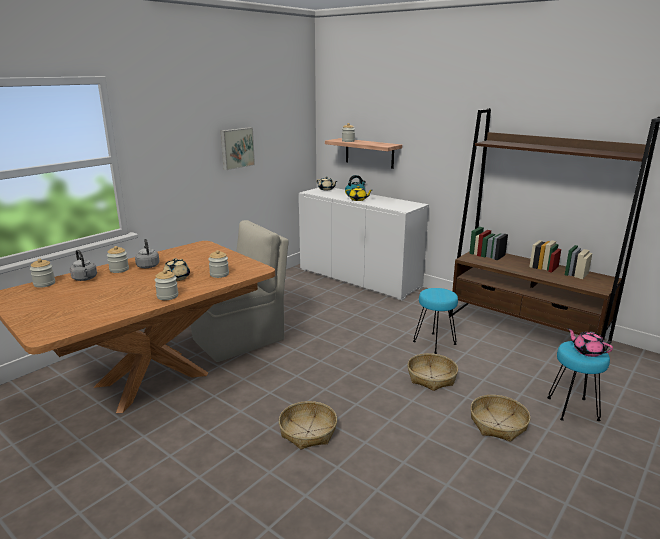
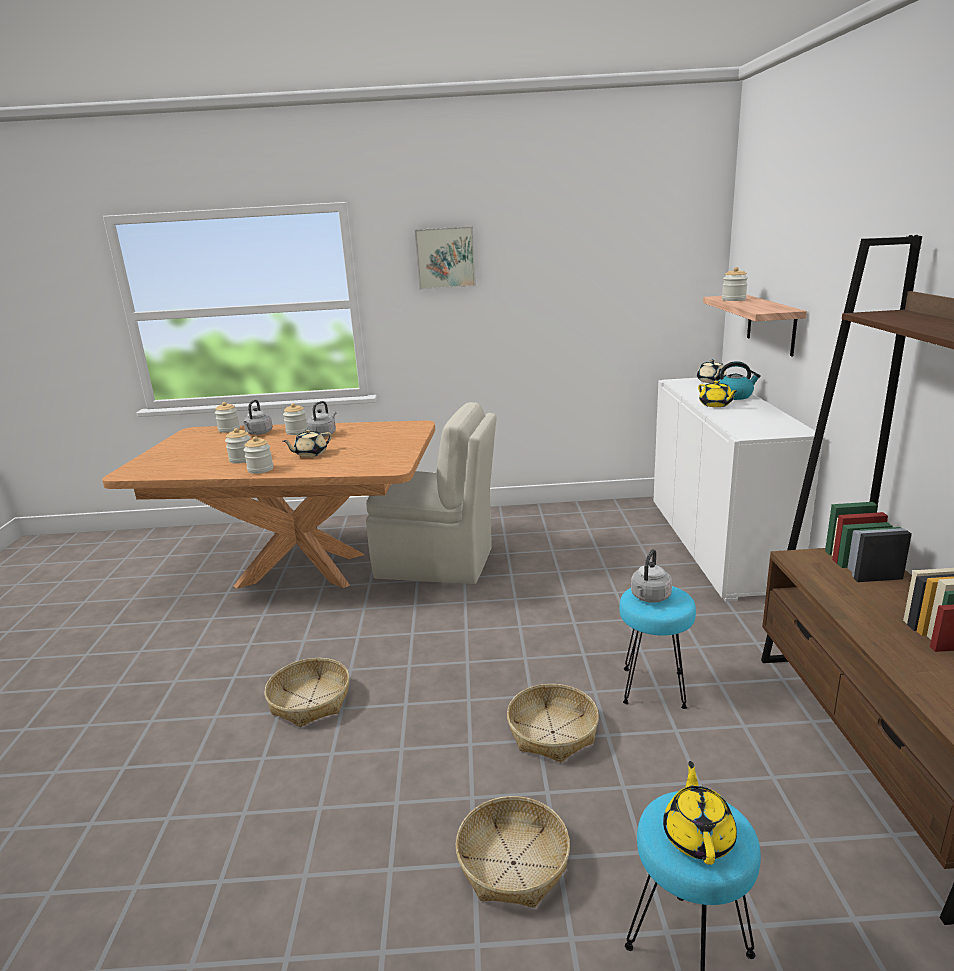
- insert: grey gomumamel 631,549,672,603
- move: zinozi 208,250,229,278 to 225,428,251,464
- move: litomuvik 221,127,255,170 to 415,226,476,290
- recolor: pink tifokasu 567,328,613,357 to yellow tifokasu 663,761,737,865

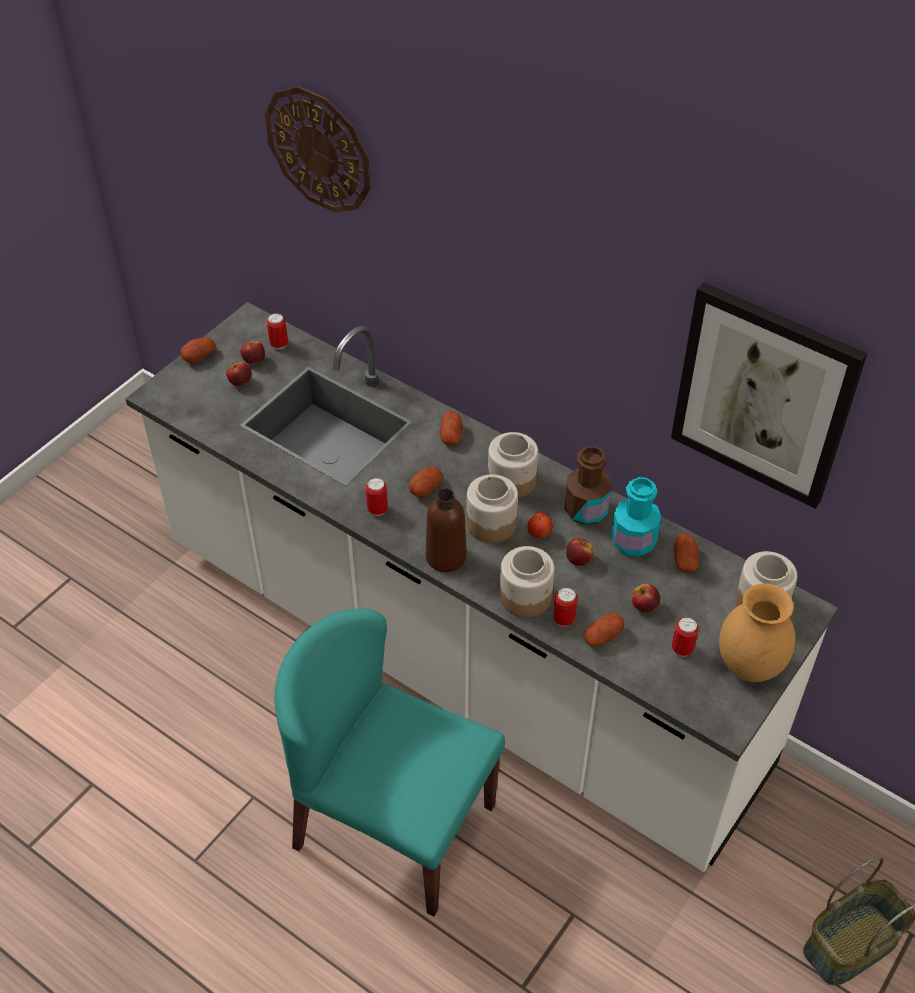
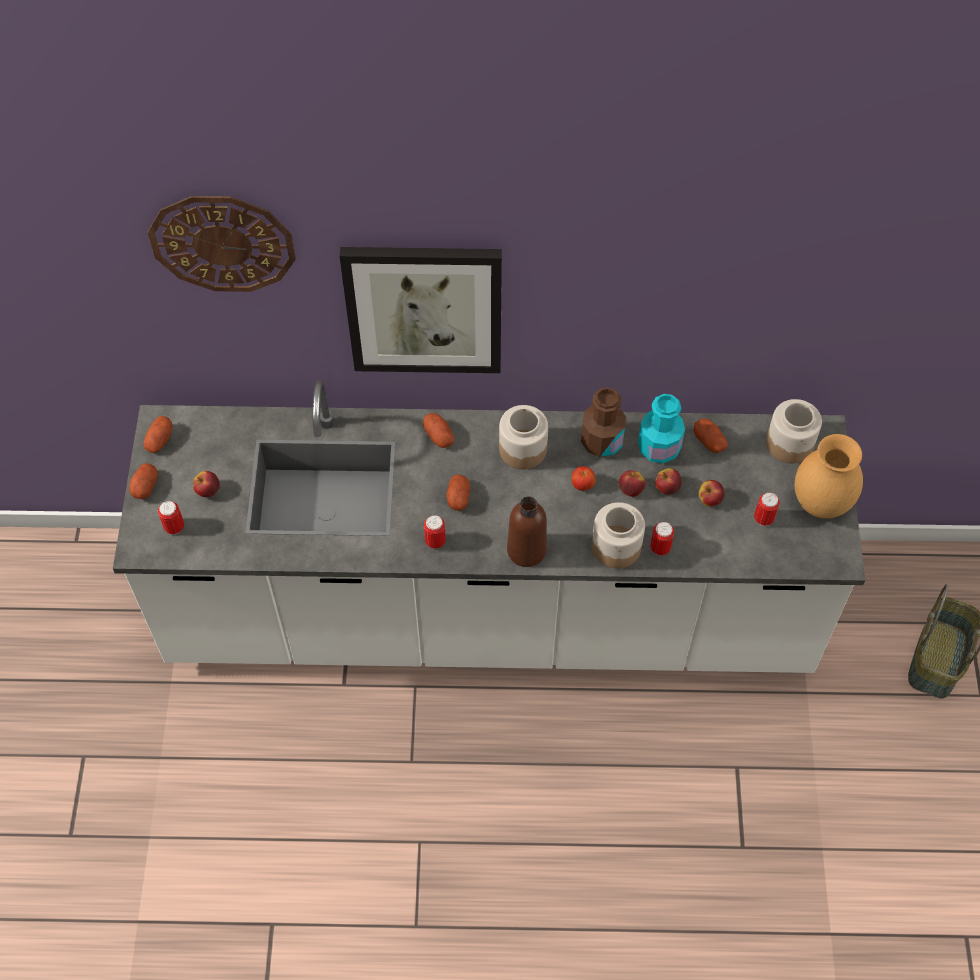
- delete: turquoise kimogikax 274,609,505,916
- delete: zinozi 467,474,518,543
- move: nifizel 240,340,265,364 to 655,468,682,495
- move: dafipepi 267,313,288,349 to 158,501,184,534
- move: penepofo 583,612,624,646 to 143,416,172,453
- move: litomuvik 671,282,868,509 to 340,247,502,373

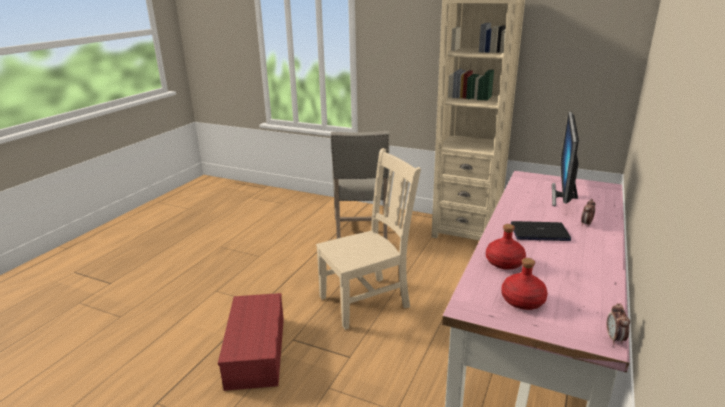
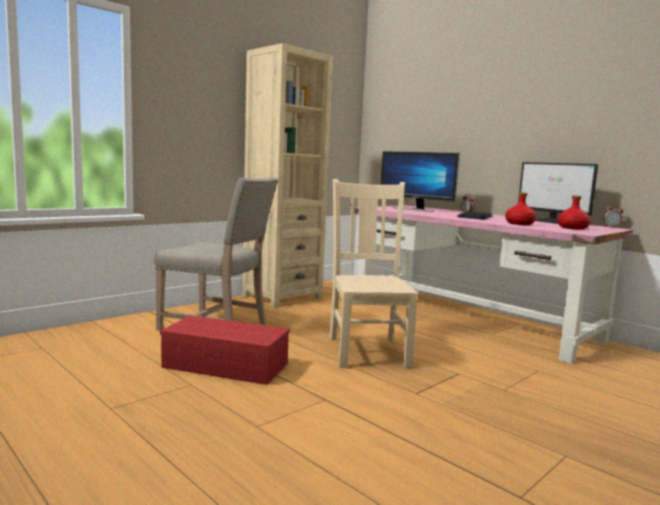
- insert: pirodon 518,162,598,224
- move: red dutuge 218,293,284,391 to 160,315,290,385

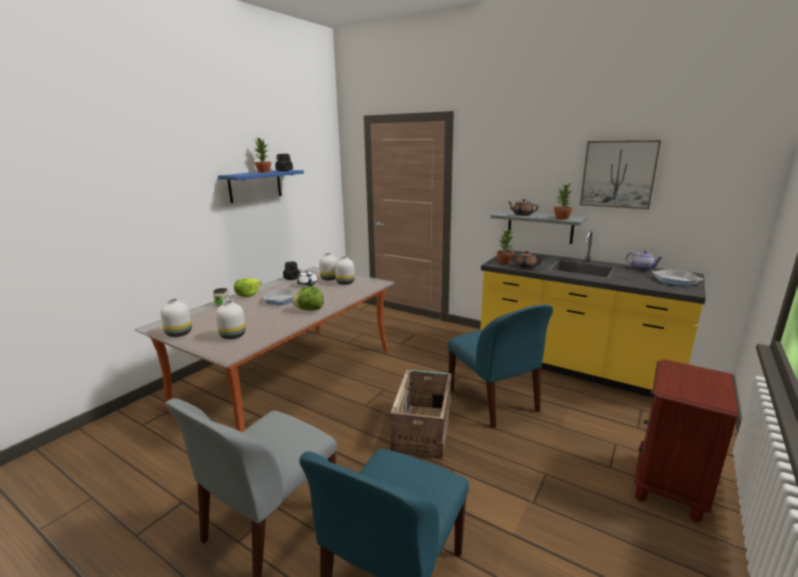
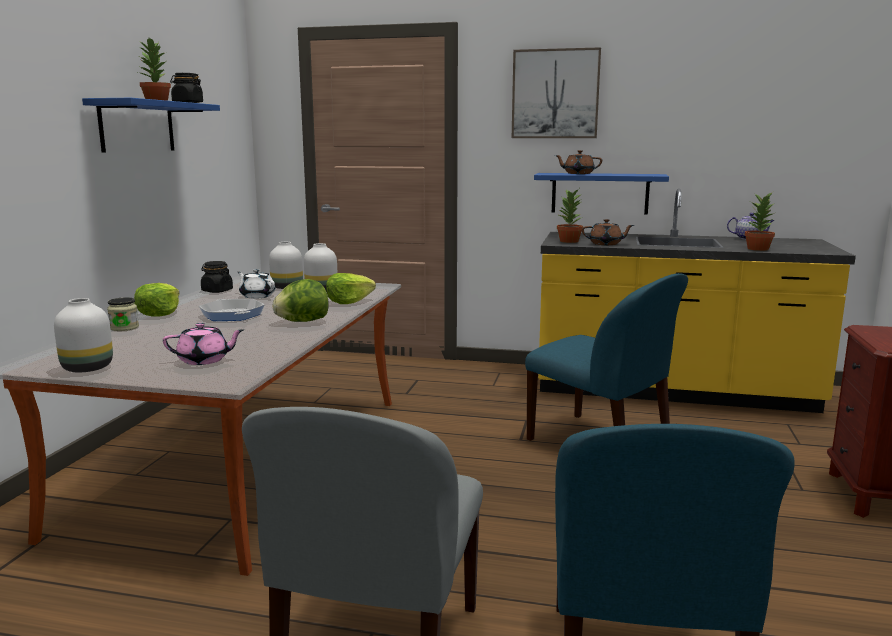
- delete: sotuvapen 390,369,451,459
- delete: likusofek 652,269,703,286
- insert: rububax 326,273,376,304
- move: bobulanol 554,183,573,220 to 745,192,775,251
- move: litomuvik 580,140,661,209 to 512,47,601,138
- replace: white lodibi 216,300,246,339 to pink tifokasu 163,323,244,365
- recolor: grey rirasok 490,211,586,244 to blue rirasok 534,173,669,215

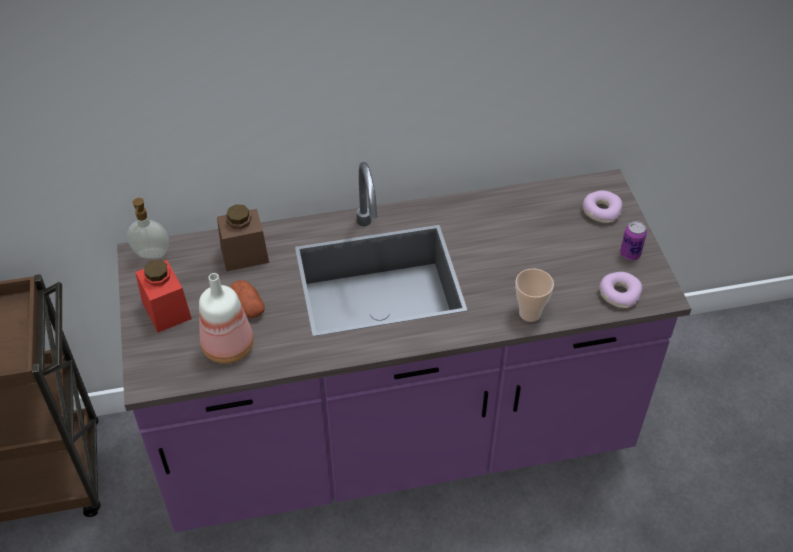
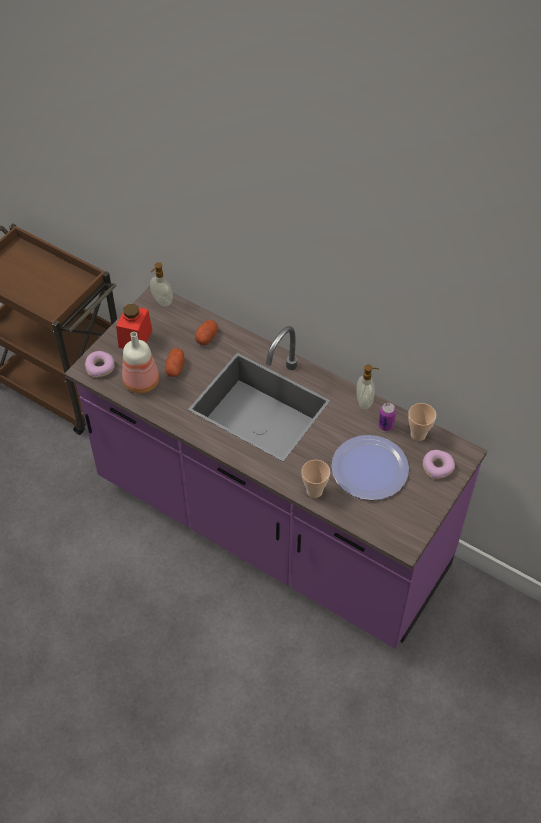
- insert: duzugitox 331,435,409,500
- insert: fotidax 356,364,379,410
- insert: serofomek 408,403,436,441
- move: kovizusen 599,272,642,308 to 85,351,114,377
- move: dafipepi 620,221,647,261 to 378,402,396,431
- replace: brown zinozi 217,204,269,272 to penepofo 195,320,218,345

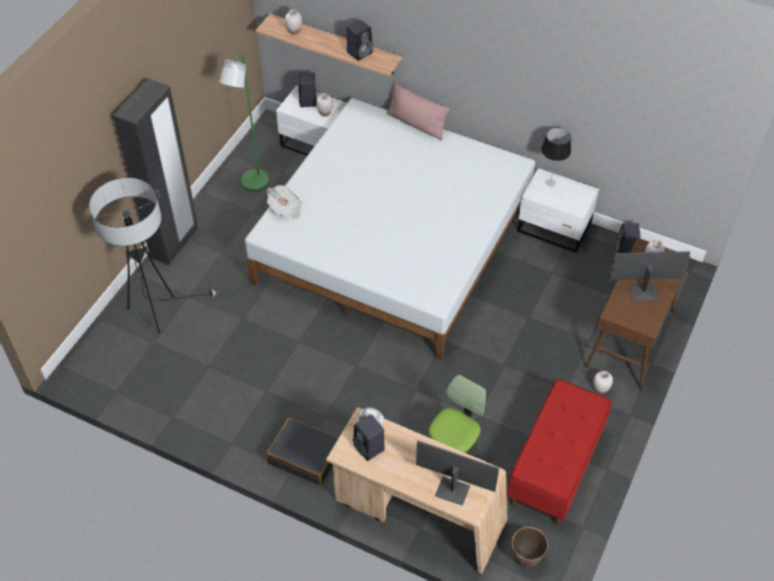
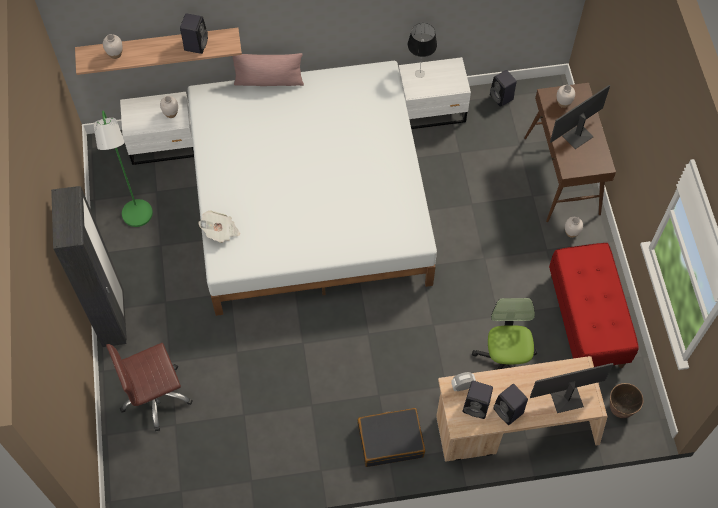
- move: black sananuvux 298,72,317,107 to 493,384,528,425
- replace: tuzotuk 89,177,219,334 to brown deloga 106,343,193,431

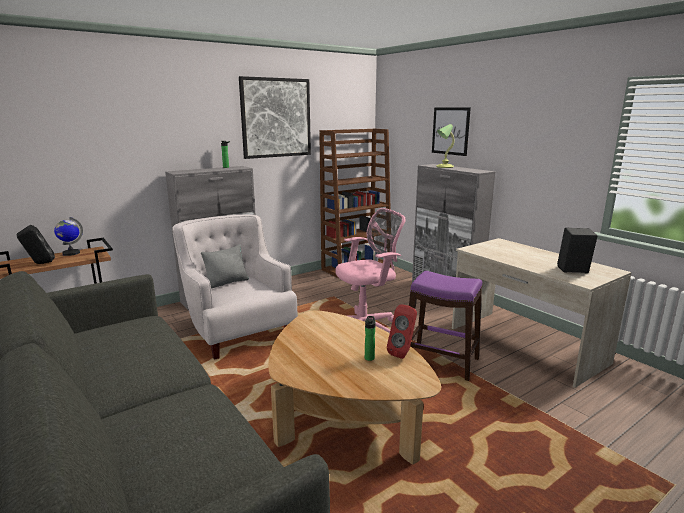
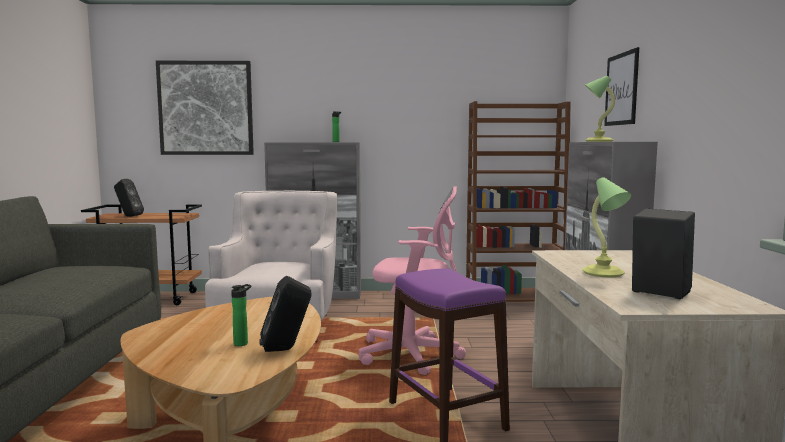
- delete: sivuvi 54,217,83,256
- delete: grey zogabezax 201,244,249,289
- insert: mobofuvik 582,177,631,277
- move: litomuvik 239,76,311,159 to 156,61,254,155
- recolor: red sananuvux 387,304,417,359 to black sananuvux 259,276,312,352

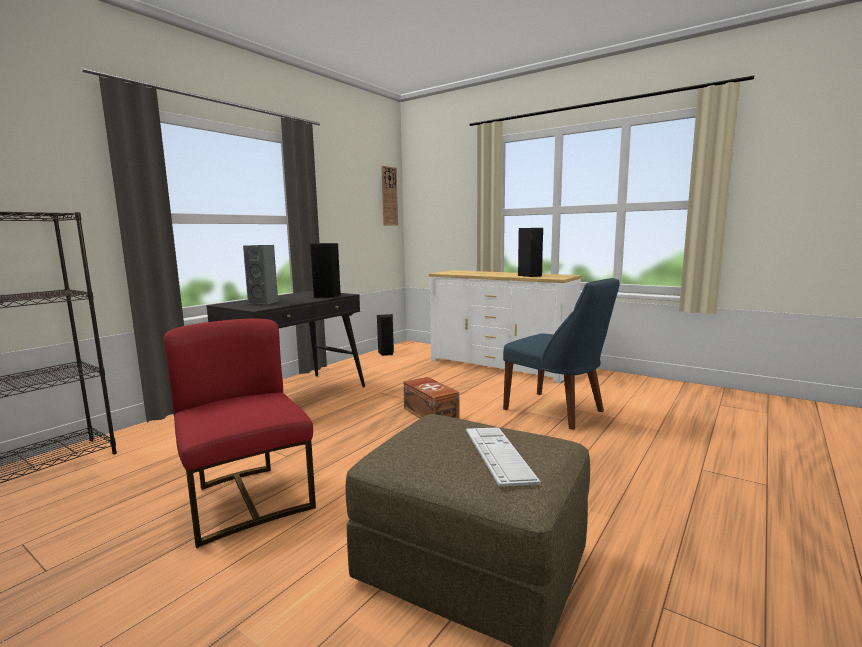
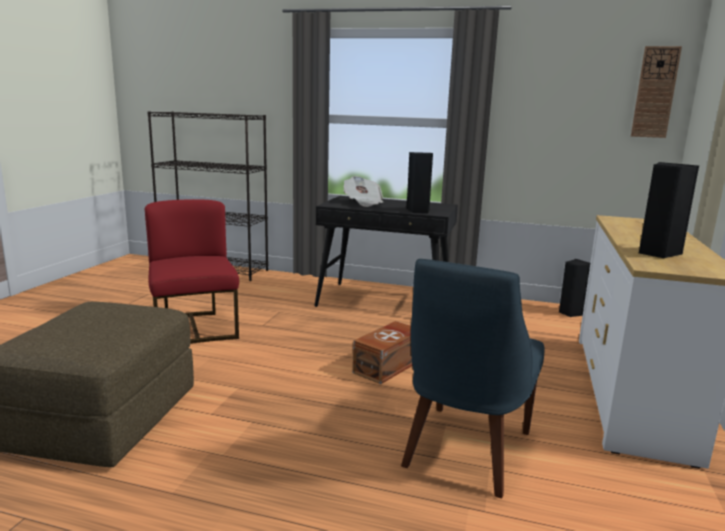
- delete: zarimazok 466,428,541,487
- replace: grey sananuvux 243,245,278,305 to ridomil 344,176,383,207
- rotate: red kimogikax 163,318,316,548 = 145,199,239,344 60 degrees counterclockwise

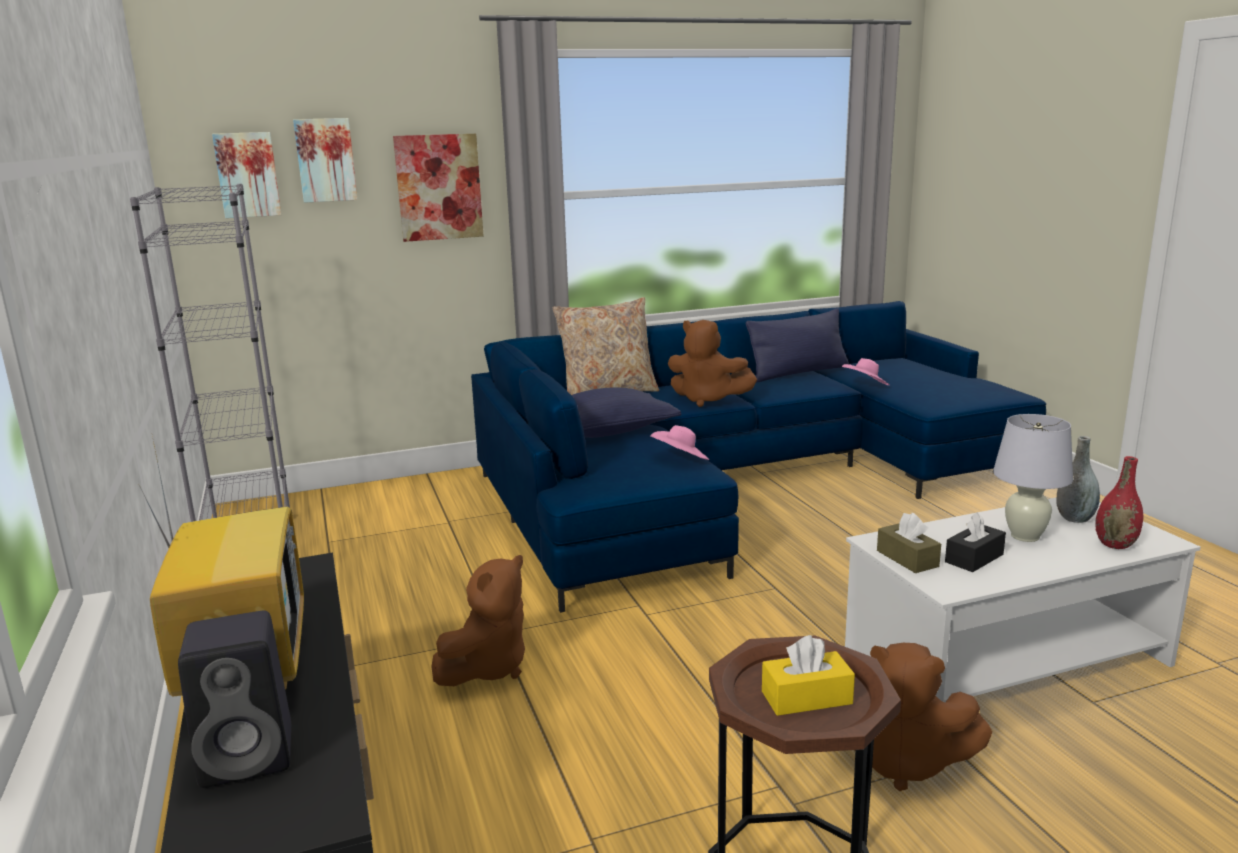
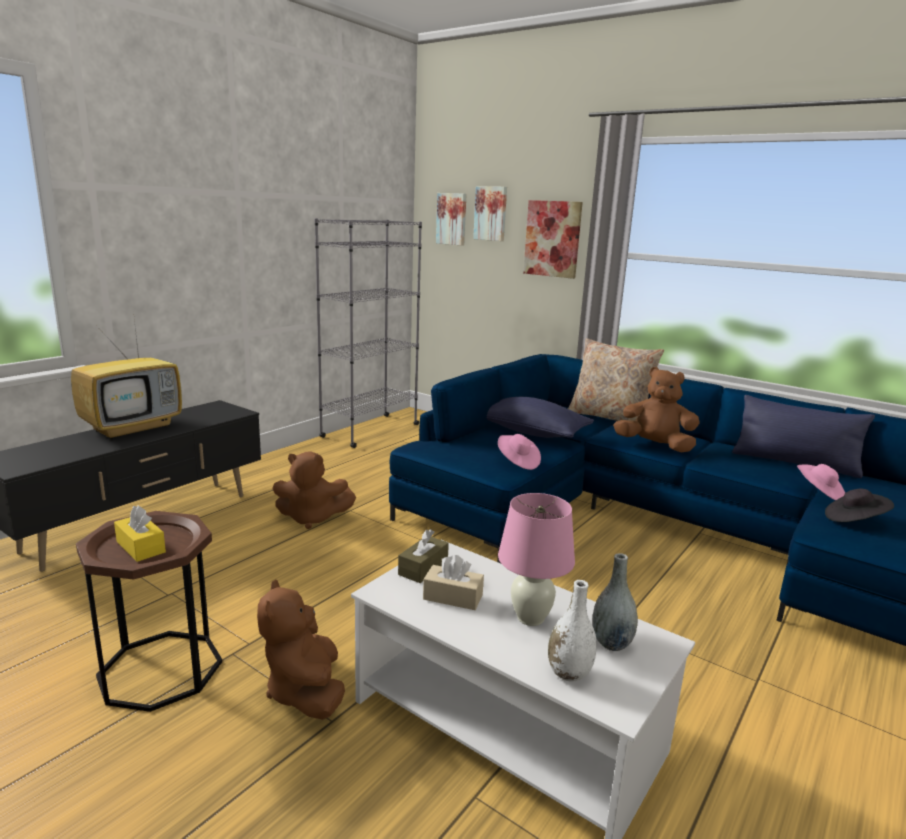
- delete: black sananuvux 178,611,291,788
- insert: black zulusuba 825,489,894,522
- recolor: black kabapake 945,512,1006,572 to beige kabapake 423,555,484,610
- recolor: white mobofuvik 993,414,1073,542 to pink mobofuvik 498,493,575,626
- recolor: red lodibi 1095,456,1143,549 to white lodibi 548,580,597,681
- rotate: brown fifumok 668,320,757,407 = 613,367,700,453 120 degrees clockwise

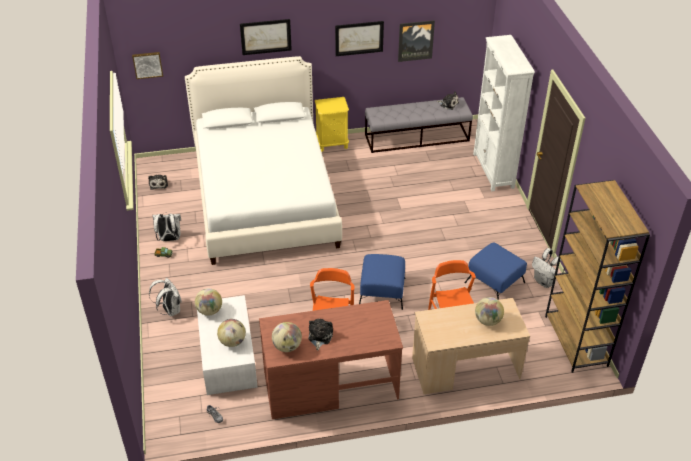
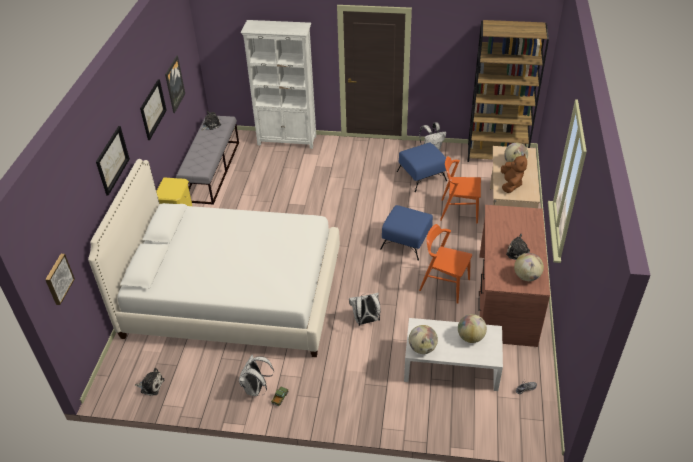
- insert: brown fifumok 501,154,527,193
- move: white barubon 149,278,182,317 to 349,293,381,326

